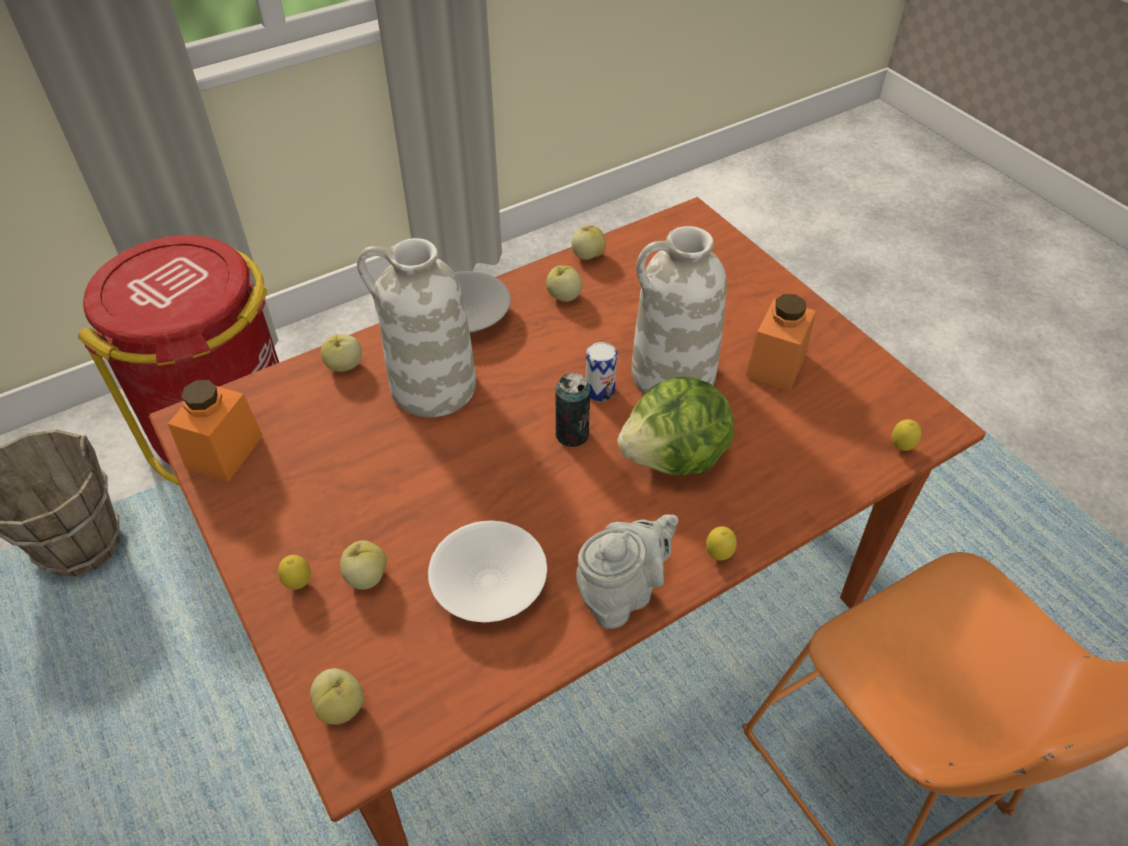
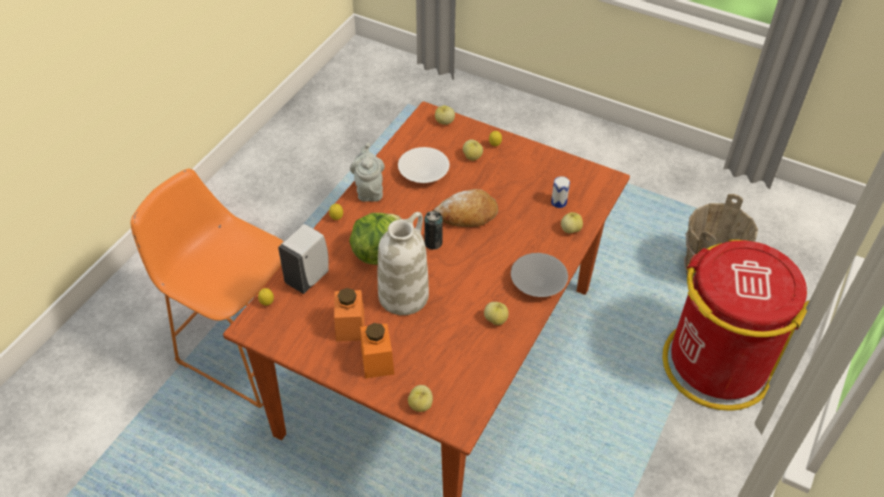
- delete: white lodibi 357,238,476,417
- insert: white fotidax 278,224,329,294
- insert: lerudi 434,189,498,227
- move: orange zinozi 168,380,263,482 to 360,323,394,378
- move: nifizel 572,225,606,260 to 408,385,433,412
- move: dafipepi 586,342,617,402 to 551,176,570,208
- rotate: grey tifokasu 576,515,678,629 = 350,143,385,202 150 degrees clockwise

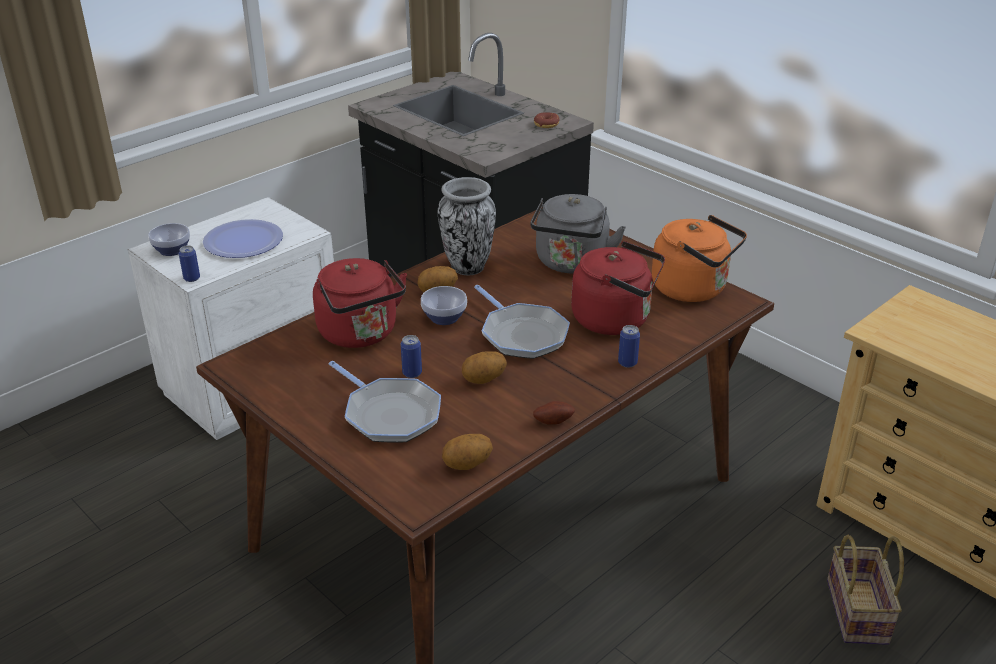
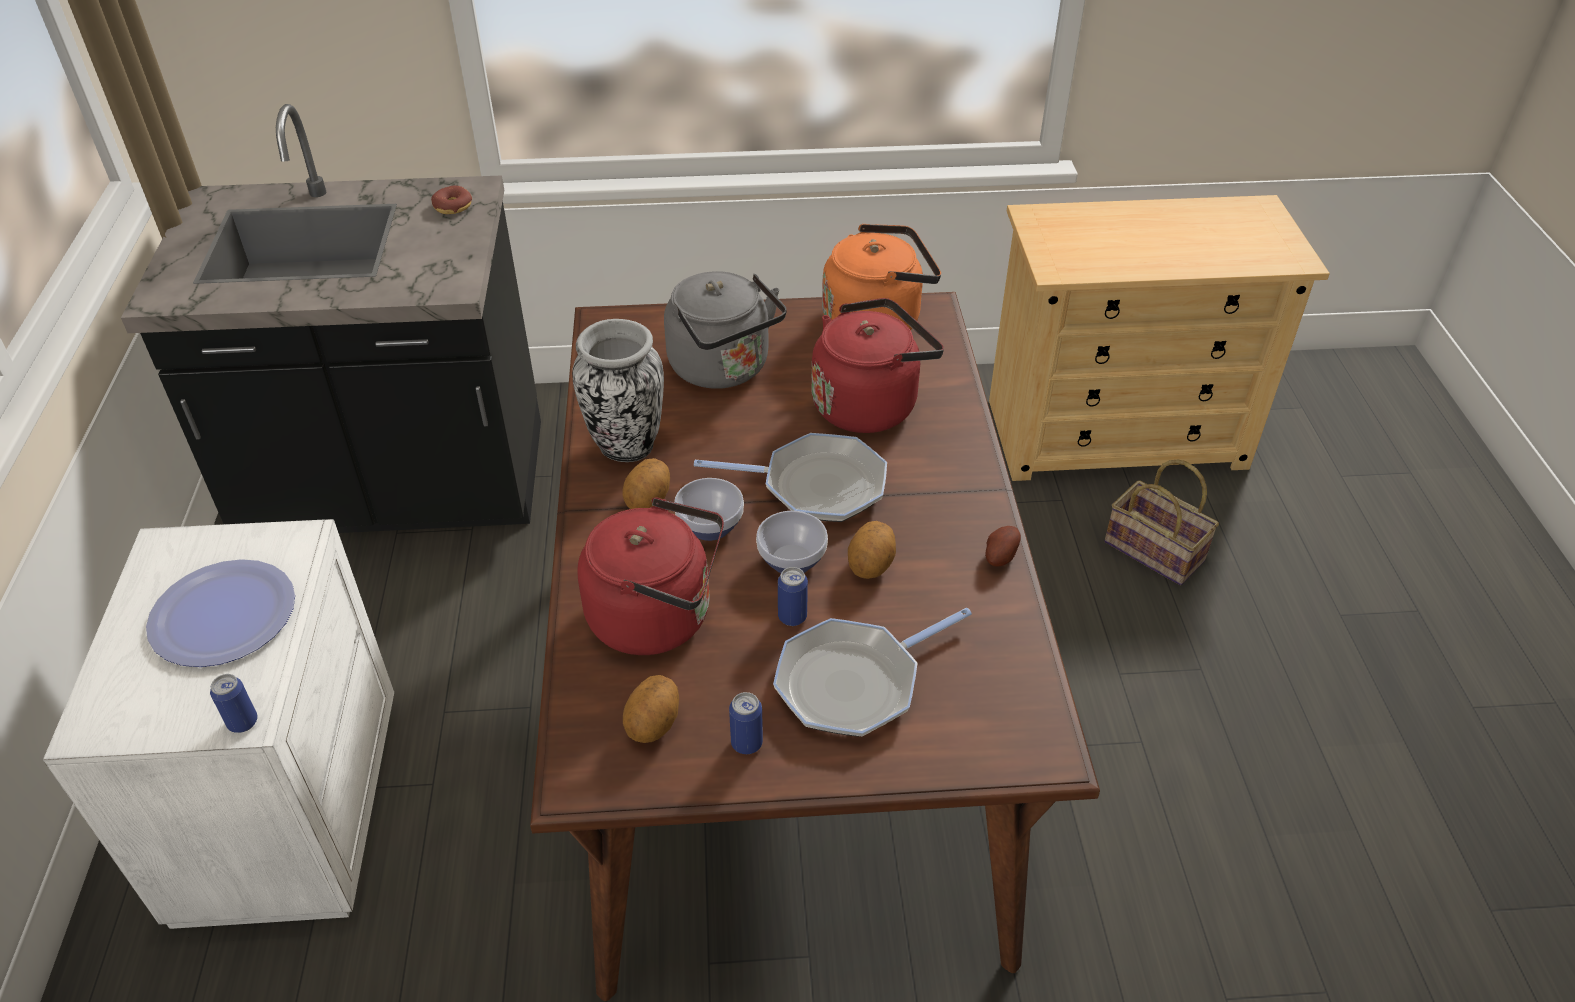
- move: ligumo 148,223,190,256 to 756,511,828,573
- move: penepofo 442,434,493,470 to 623,675,679,743
- move: dafipepi 618,325,640,368 to 729,692,763,754
- rotate: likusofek 329,361,441,443 = 773,608,972,737 150 degrees clockwise

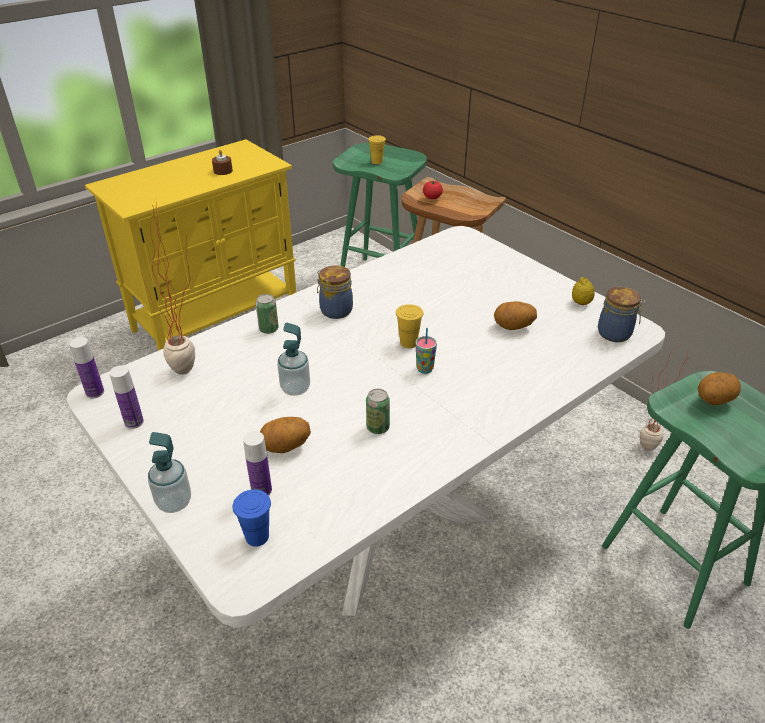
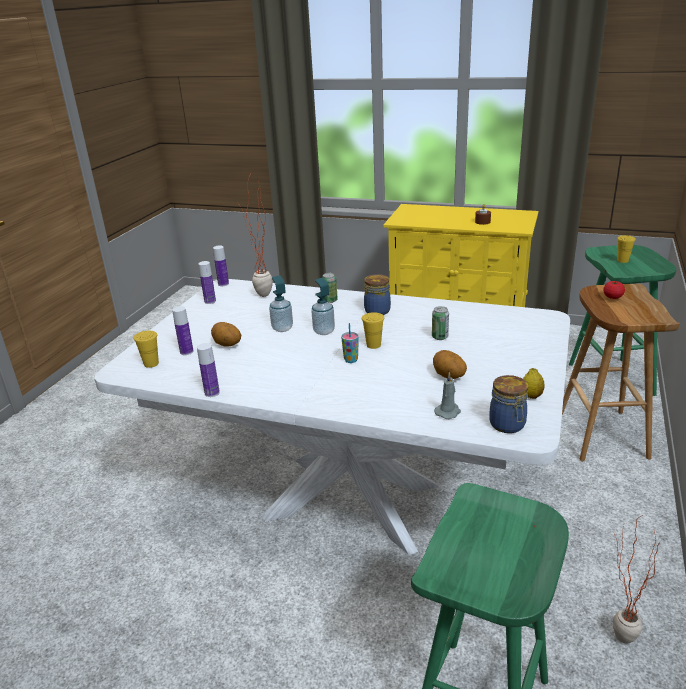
- delete: penepofo 698,372,741,405
- insert: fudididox 197,343,220,397
- insert: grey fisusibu 434,372,461,419
- move: fotidax 148,432,191,513 to 311,278,335,335
- move: dafipepi 366,389,390,434 to 432,306,449,340
- recolor: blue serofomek 233,489,271,547 to yellow serofomek 134,331,159,368

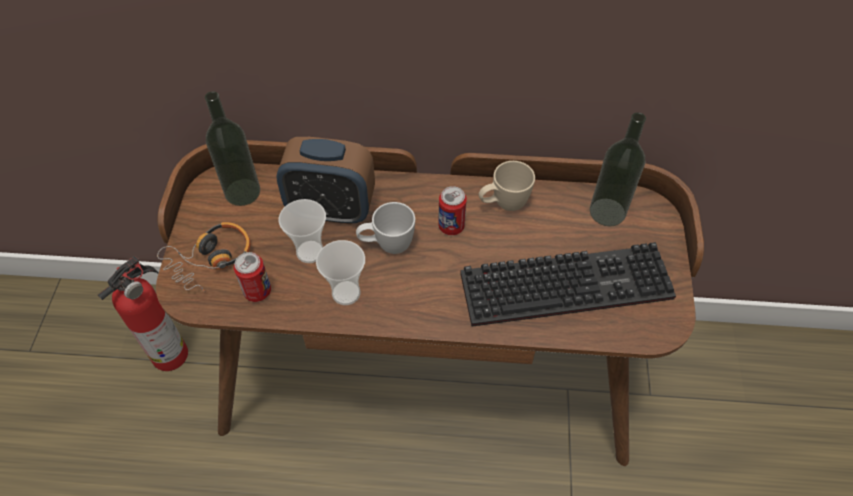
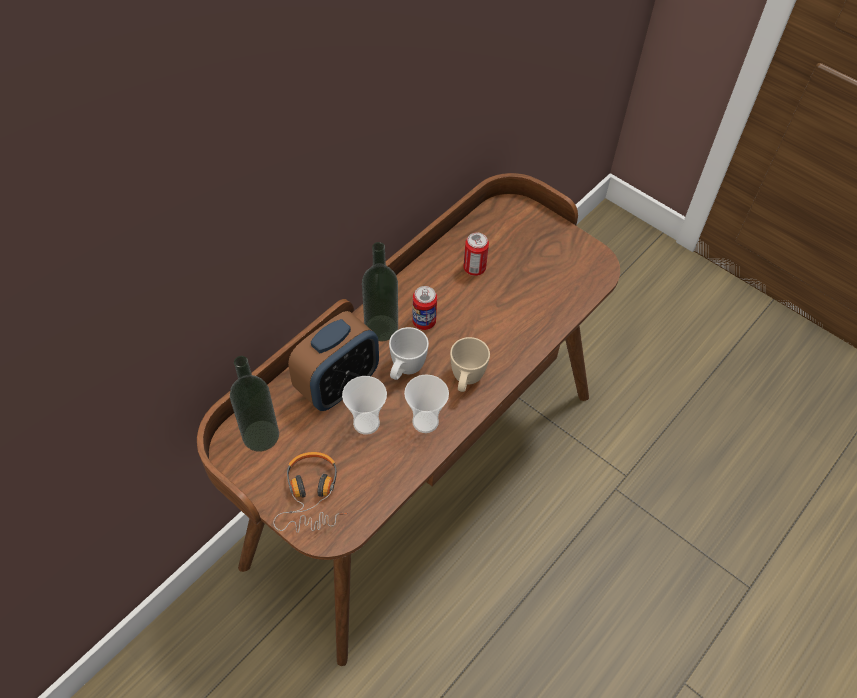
- delete: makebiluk 98,256,188,371
- delete: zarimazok 460,242,676,327
- move: dafipepi 234,252,271,302 to 463,232,489,276
- move: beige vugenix 479,161,535,211 to 450,337,490,392
- move: fudididox 590,112,646,227 to 362,242,398,341

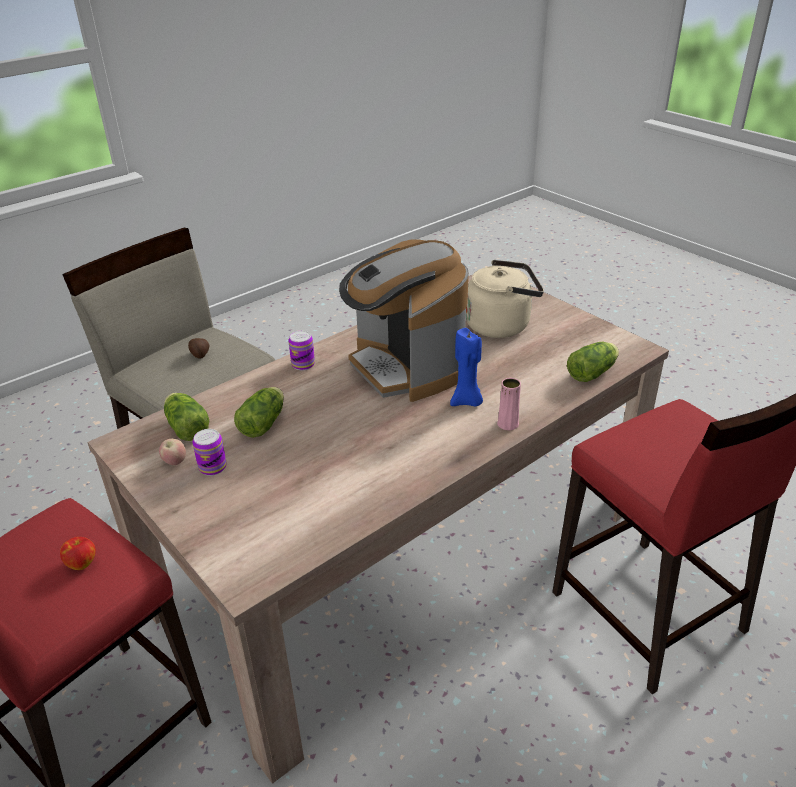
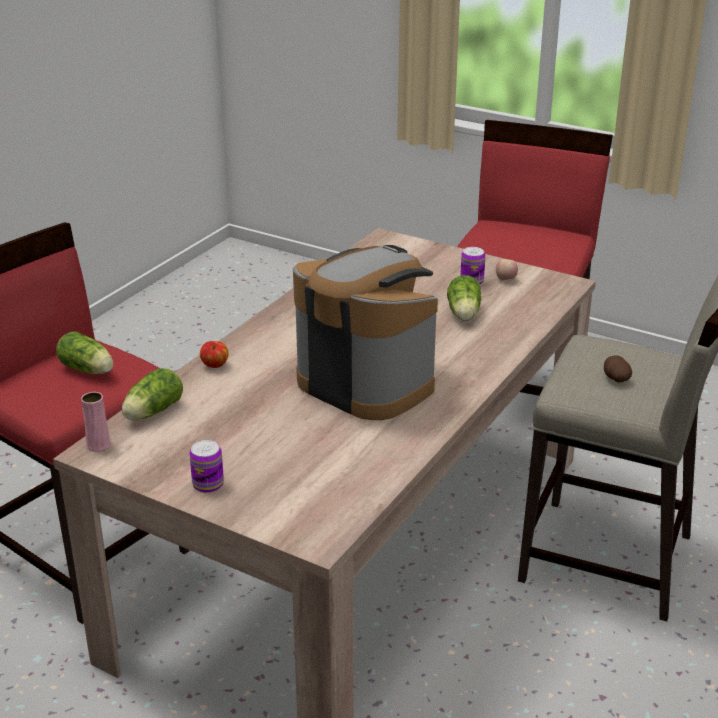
- delete: blue fisusibu 450,328,483,406
- delete: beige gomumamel 466,260,544,338
- move: nifizel 60,537,96,570 to 200,341,229,368
- move: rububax 164,393,209,441 to 56,332,113,374
- move: dafipepi 288,331,315,370 to 189,440,224,493
- move: pink lodibi 497,378,521,430 to 81,392,111,452

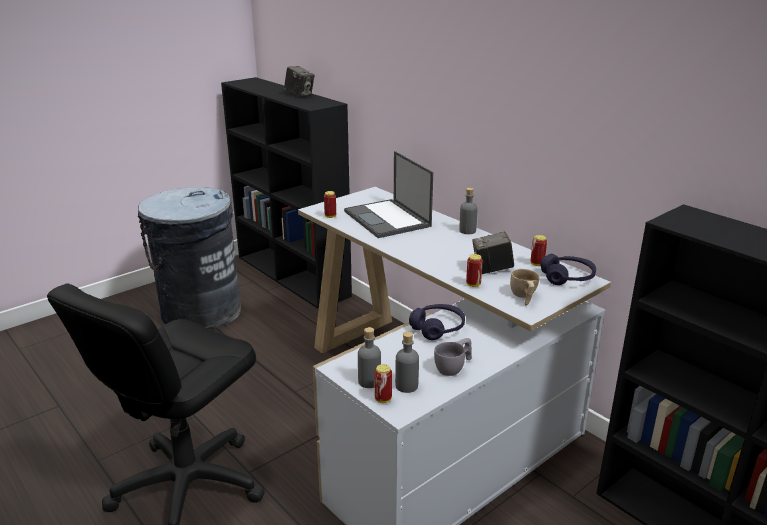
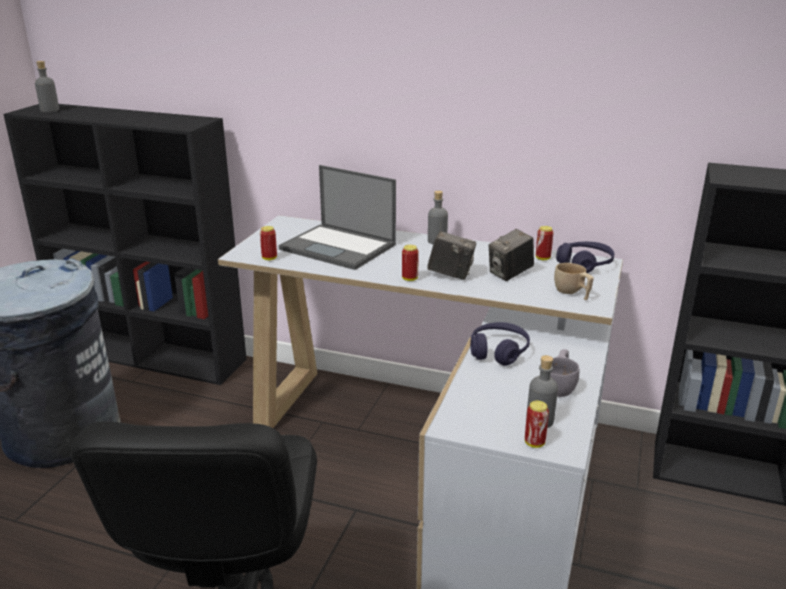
- move: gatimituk 284,66,314,97 to 427,231,476,280
- move: grey fudididox 358,327,381,388 to 35,61,59,112
- move: dafipepi 466,254,483,287 to 402,245,419,281

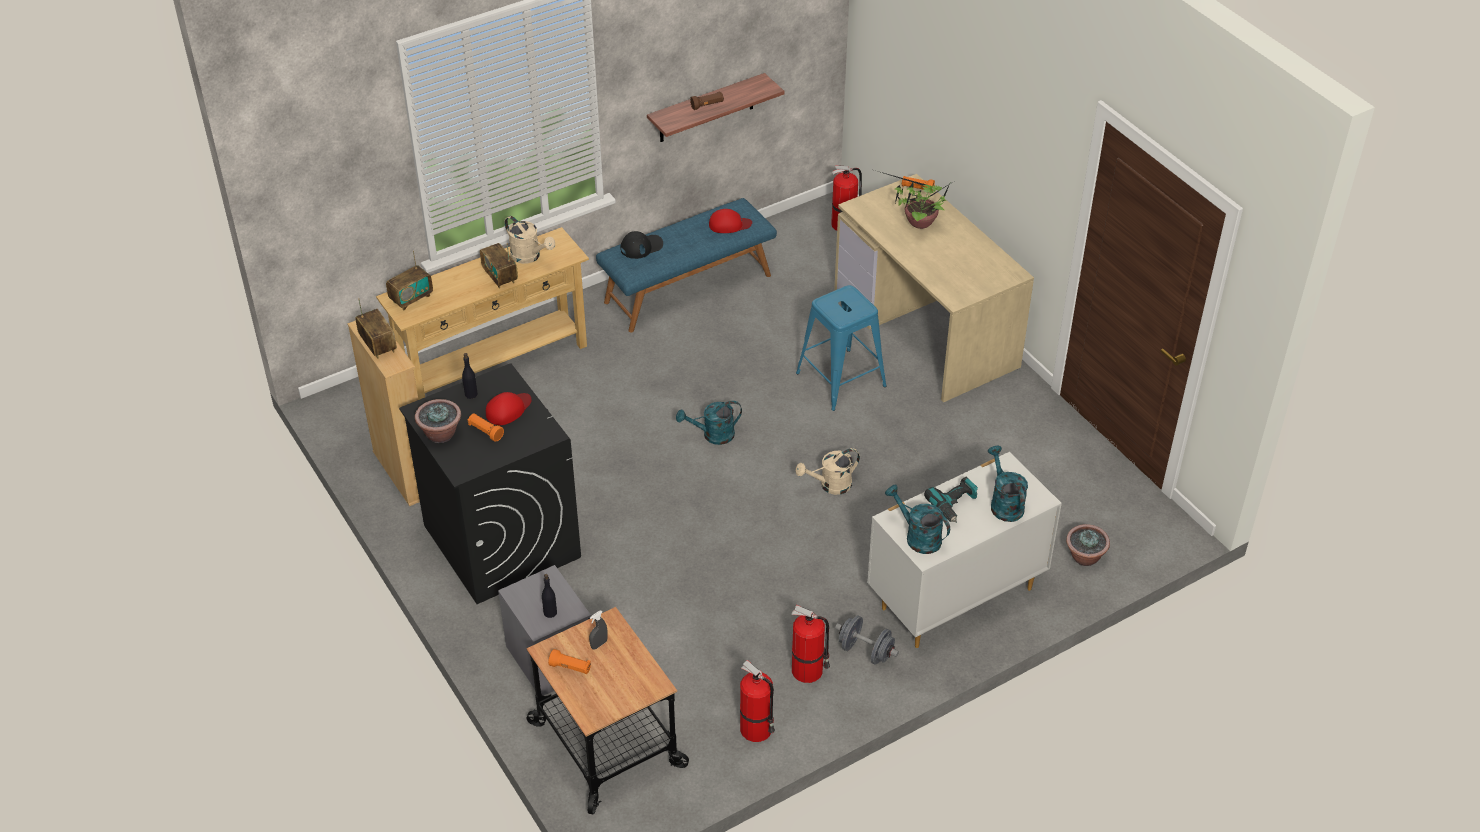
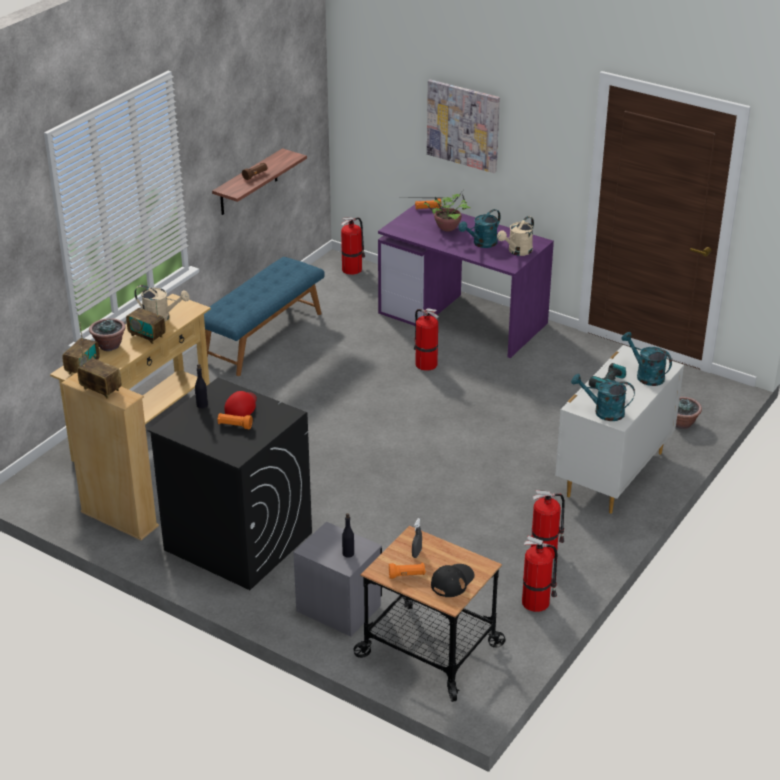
- delete: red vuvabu 709,209,752,233
- delete: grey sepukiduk 835,616,899,665
- insert: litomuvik 427,79,500,173
- move: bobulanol 415,399,461,443 to 89,318,126,351
- move: black vuvabu 620,231,663,259 to 431,564,475,597
- move: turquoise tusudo 676,401,742,445 to 458,209,501,248
- move: beige tusudo 795,448,860,495 to 497,216,534,256
- replace: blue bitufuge 796,285,887,411 to makebiluk 414,308,439,371
- recolor: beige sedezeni 834,174,1034,402 to purple sedezeni 378,205,554,358

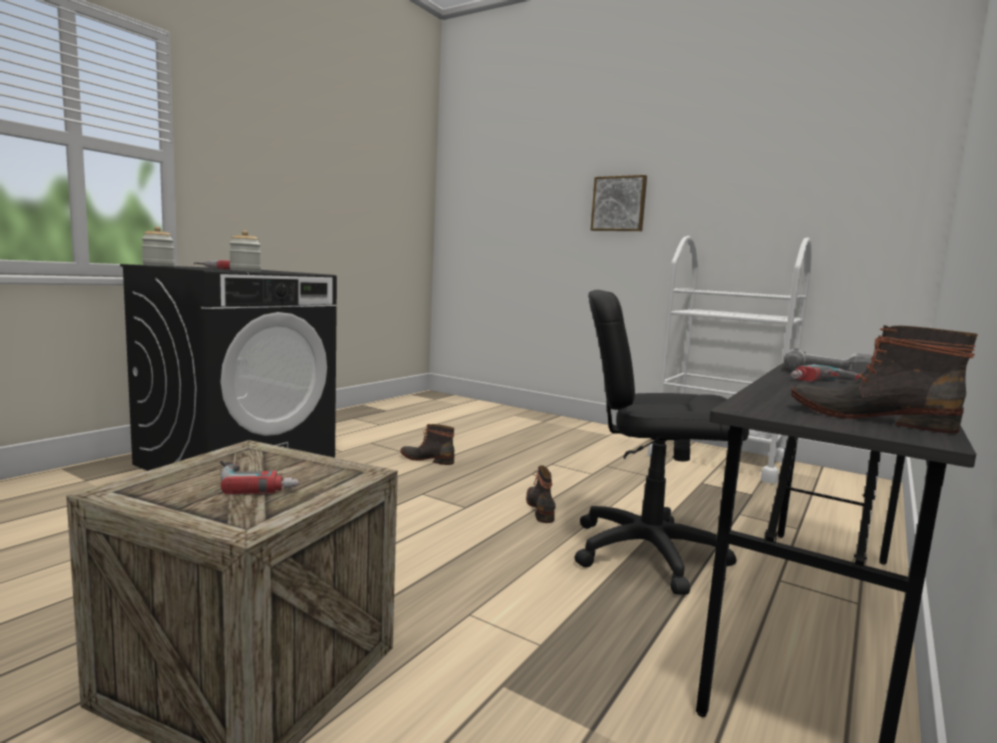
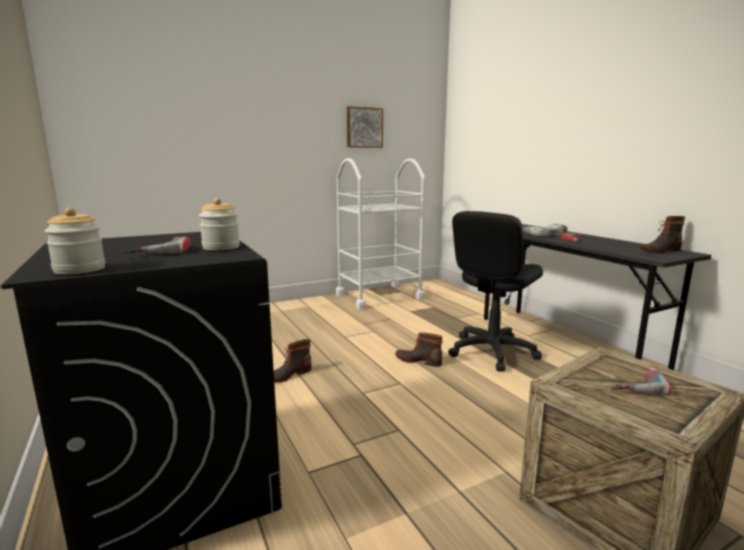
- move: litomuvik 591,175,647,231 to 347,106,383,148

